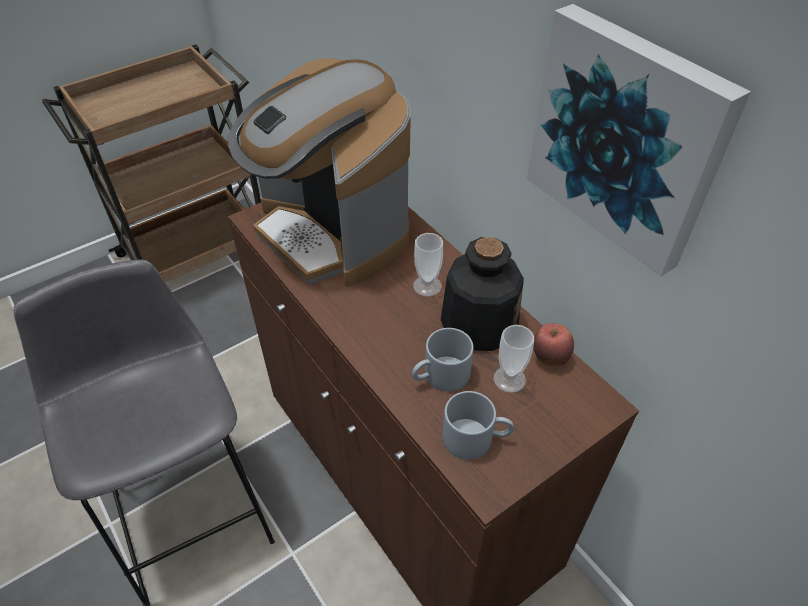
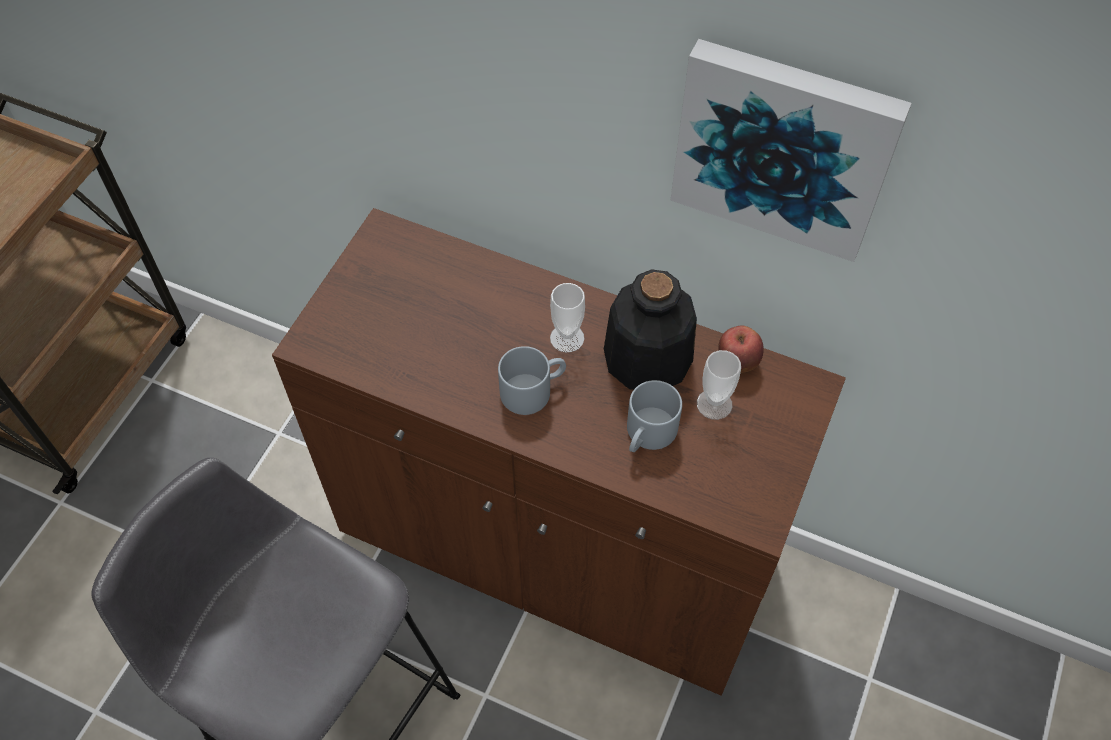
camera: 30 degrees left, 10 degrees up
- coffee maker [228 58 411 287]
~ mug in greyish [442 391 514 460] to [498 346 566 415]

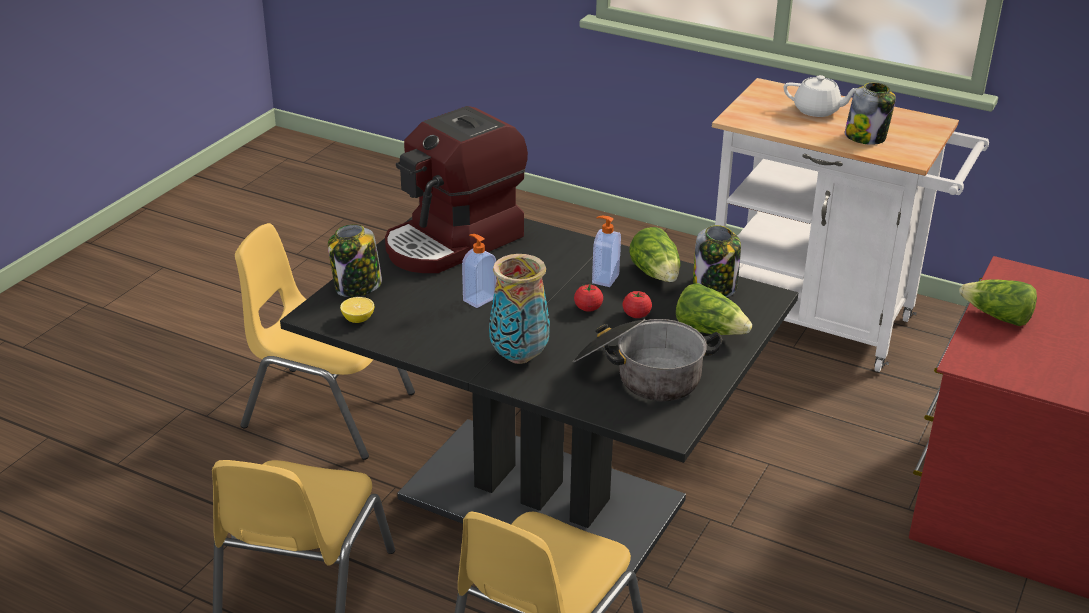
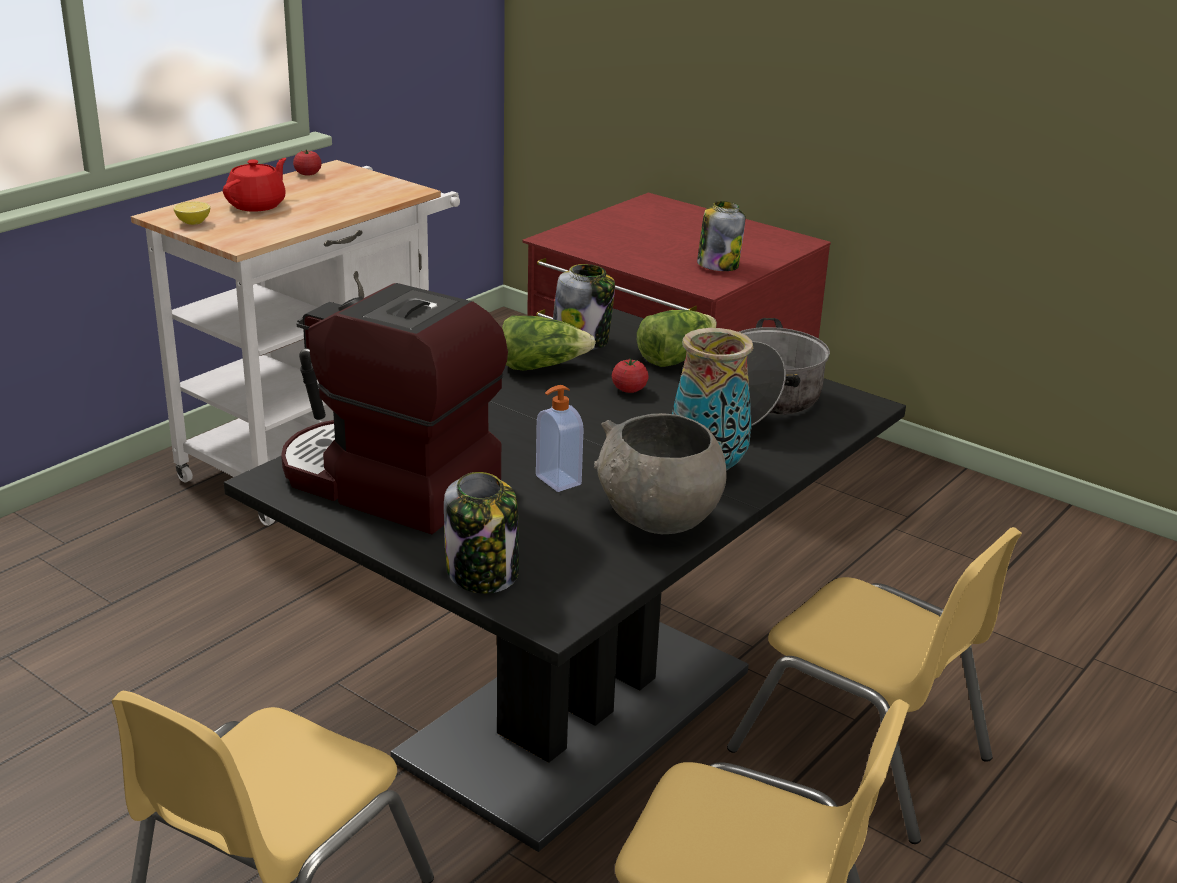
camera: 80 degrees left, 5 degrees down
~ teapot in whitish [784 75 857 117] to teapot in reddish [223 158 287 212]
~ preserve jar [845 83 896 145] to [697 201 745 271]
~ coffee maker [385 106 528 273] = [281 283 508 534] 150 degrees clockwise
- soap dispenser [592 216 621 287]
- head of lettuce [959 279 1037 326]
~ whole tomato [574 283 603 312] to [293 150 322 176]
~ lemon [340 297 374 323] to [173 201 210 225]
+ bowl in greyish [594 413 727 534]

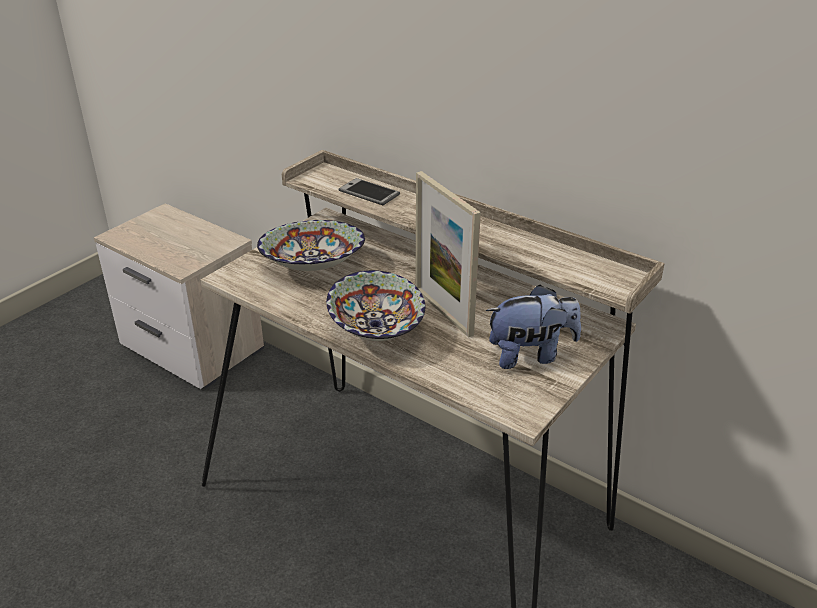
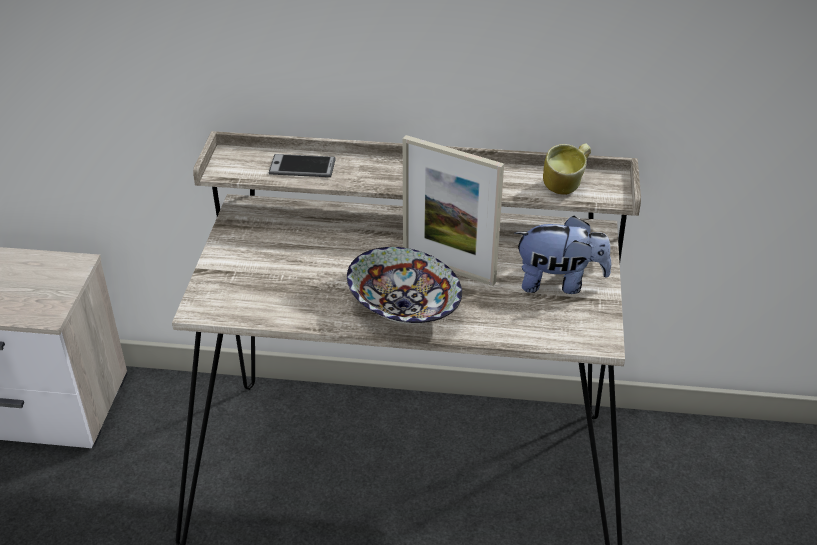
camera: 30 degrees left, 5 degrees up
- bowl [257 220 365 271]
~ soft toy [486 285 581 369] = [515 216 611 294] 45 degrees clockwise
+ mug [543 143 591 195]

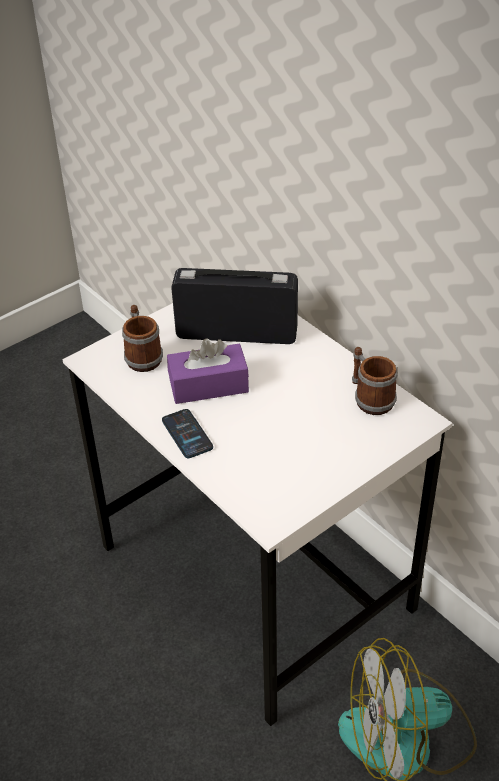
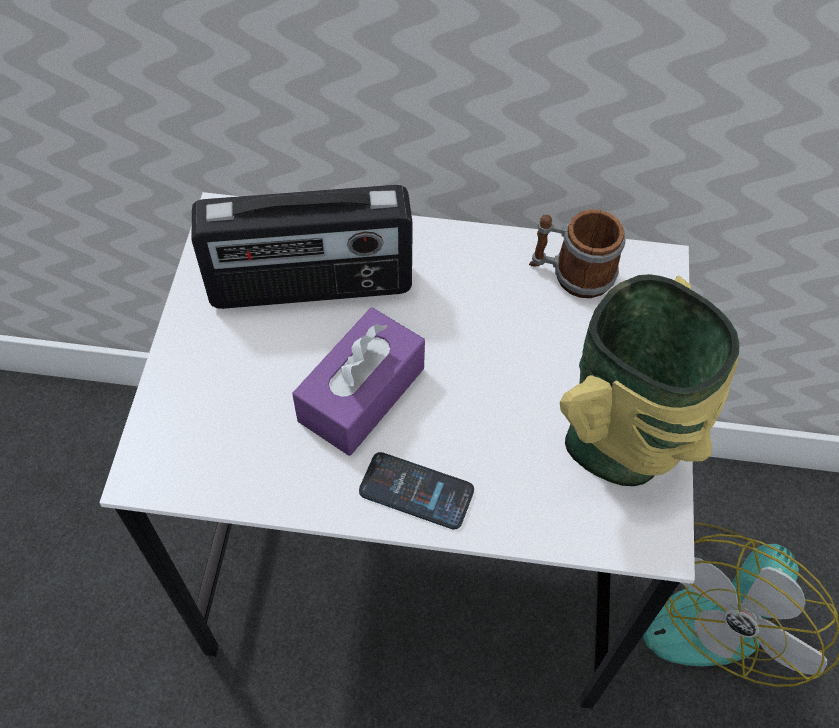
camera: 45 degrees left, 15 degrees up
~ radio [171 268 298 344] = [191 185 413 309] 150 degrees counterclockwise
- mug [122 305 163 372]
+ decorative vase [560 274 740 486]

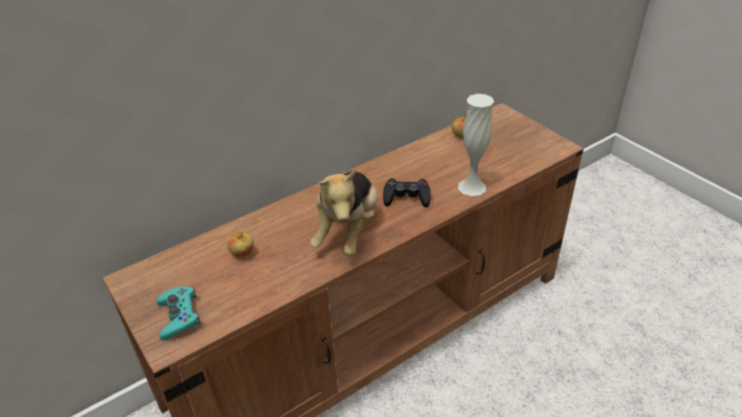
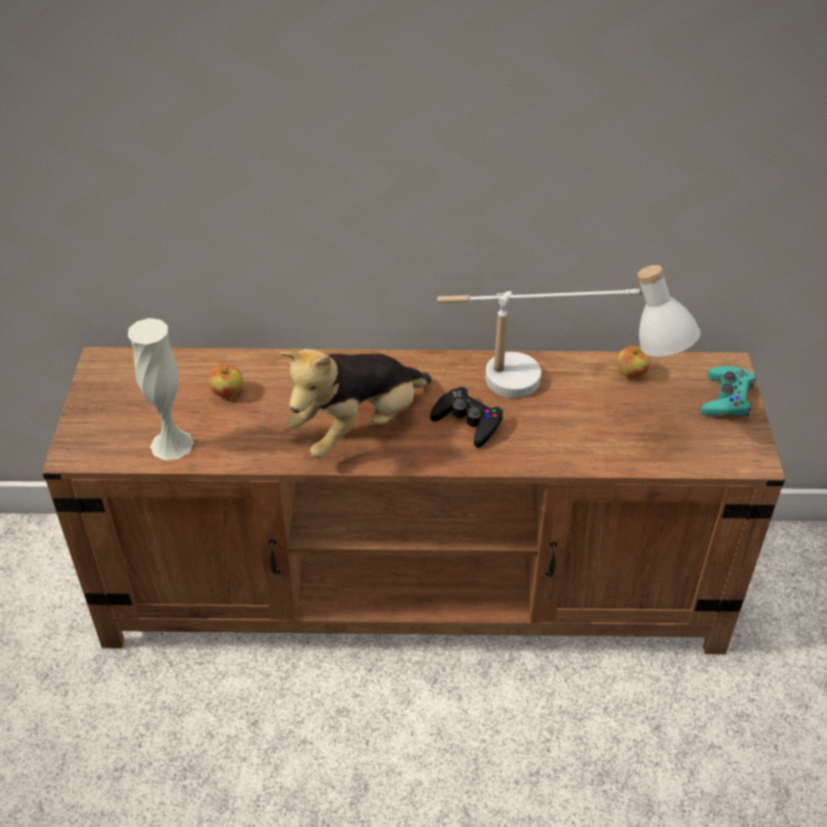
camera: 35 degrees right, 5 degrees up
~ decorative vase in whitish [458 94 494 196] to [128 318 194 460]
~ joypad in blue-green [156 286 201 341] to [701 366 757 417]
+ lamp for a table in whitish [437 265 701 398]

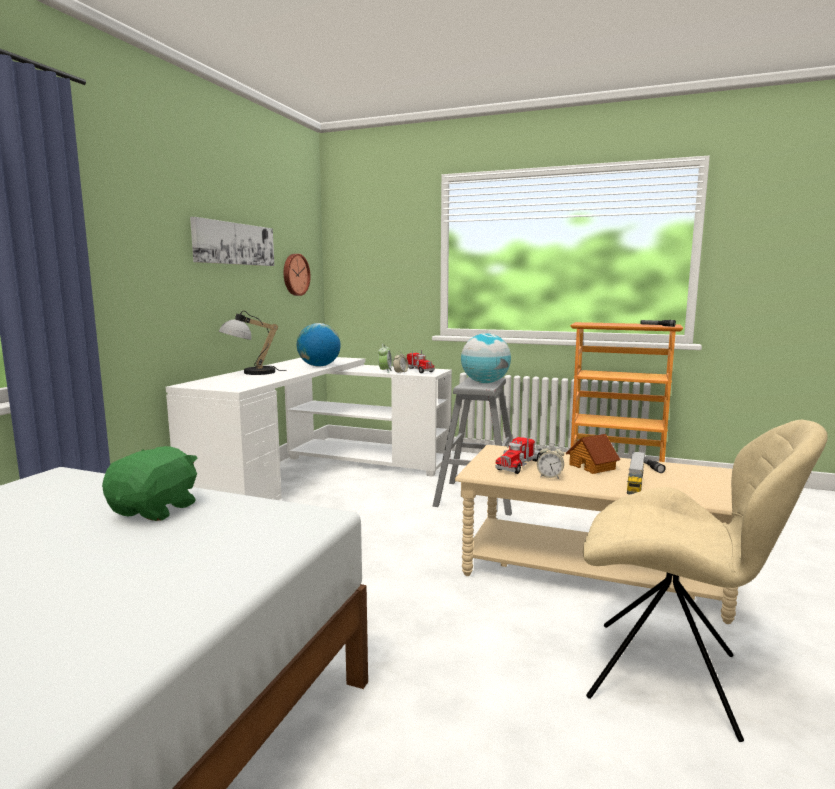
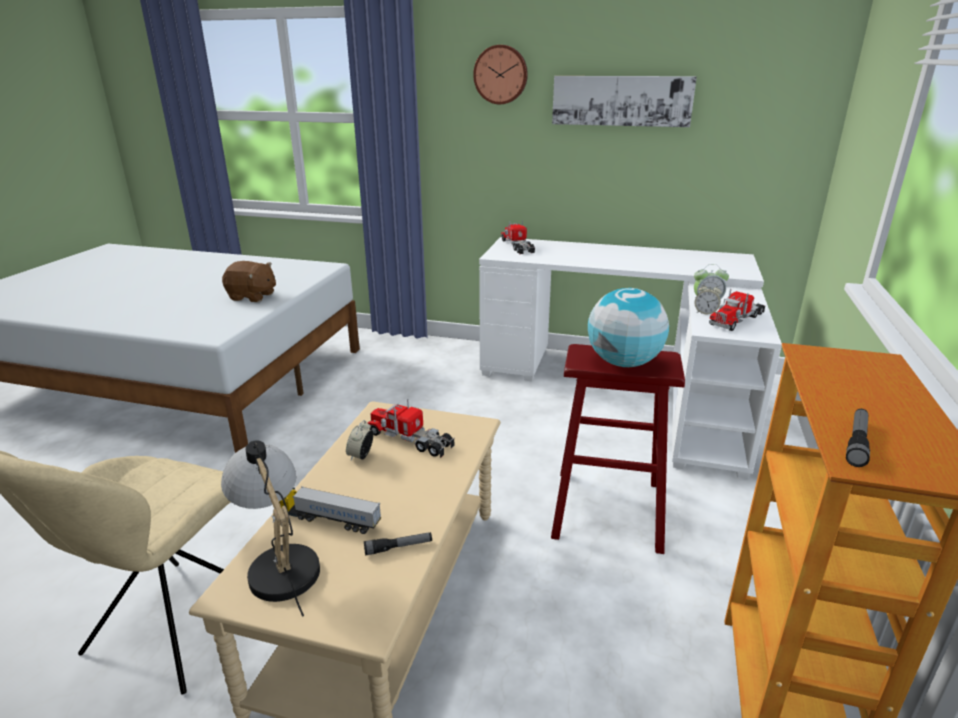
camera: 85 degrees right, 15 degrees up
~ hanging clock [284 254 311 296] to [473 45 528 104]
~ lamp for a table [219 311 287 375] to [221 440 320 616]
- globe [297 323 341 367]
~ stool in greyish [433 377 512 516] to stool in reddish [551 344 685 554]
- toy house [566 434 620 474]
~ soft toy in greenish [102 446 198 521] to soft toy in brown [222 261 276 302]
+ toy truck [501 220 535 254]

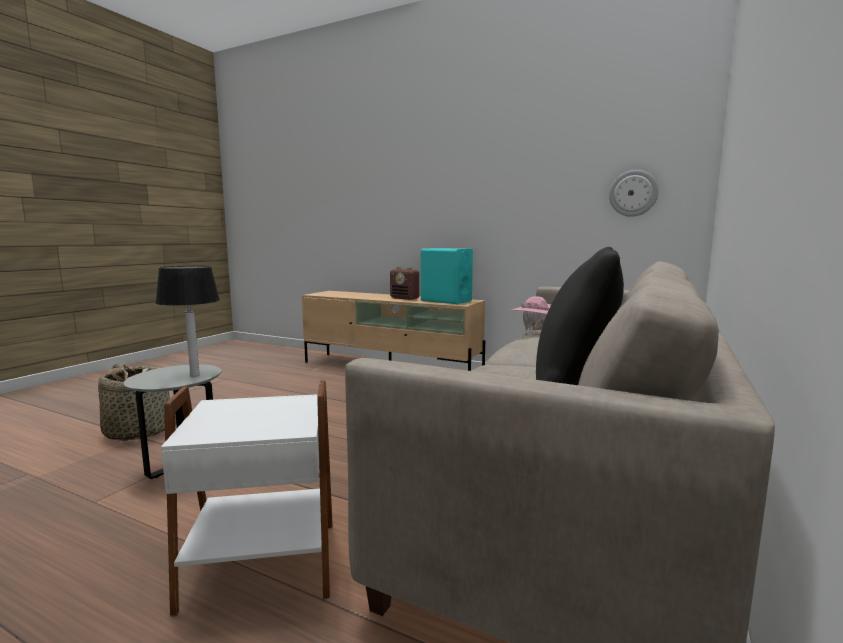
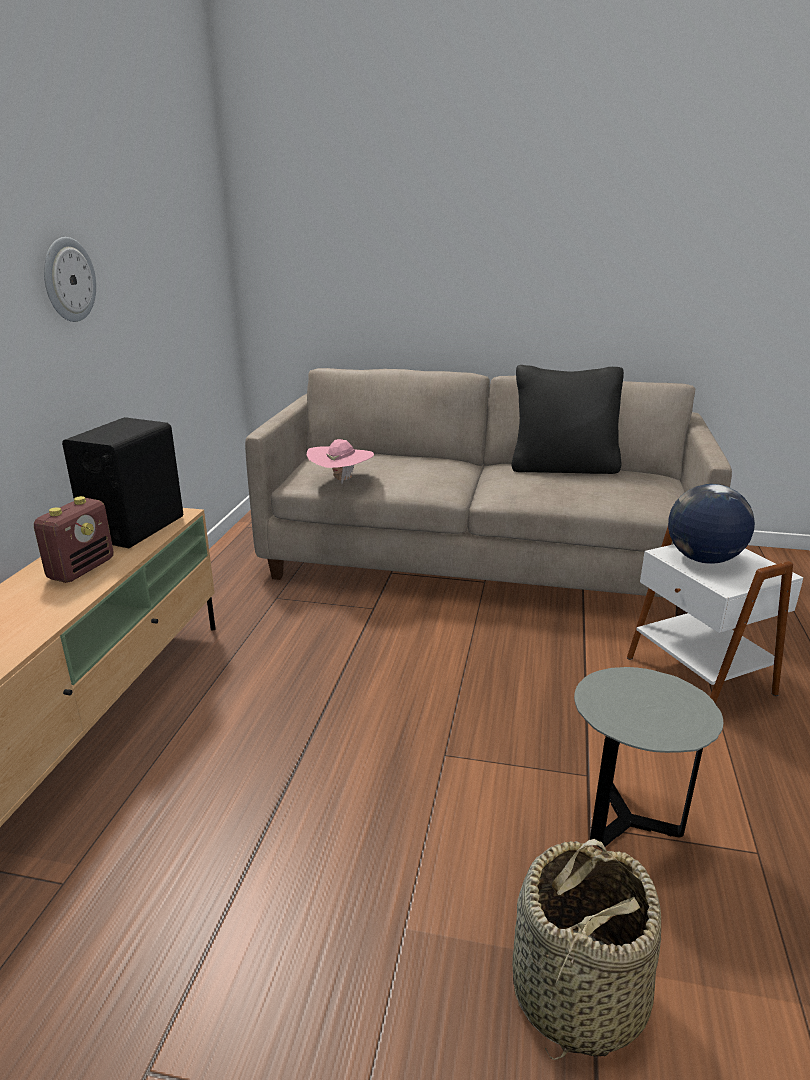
camera: 105 degrees left, 15 degrees up
~ hanging clock [609 170 659 217] to [44 237 96 322]
~ speaker in blue-green [420 248 473 304] to speaker in blackish [62 417 183 548]
- lamp for a table [155 266 220 377]
+ globe [668 484 755 564]

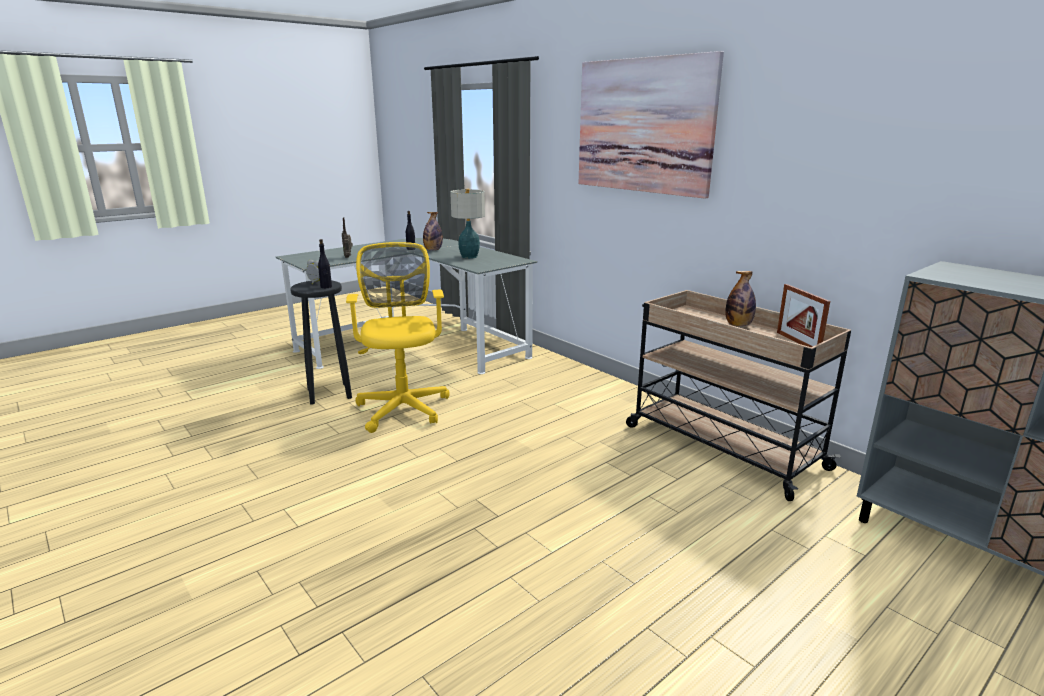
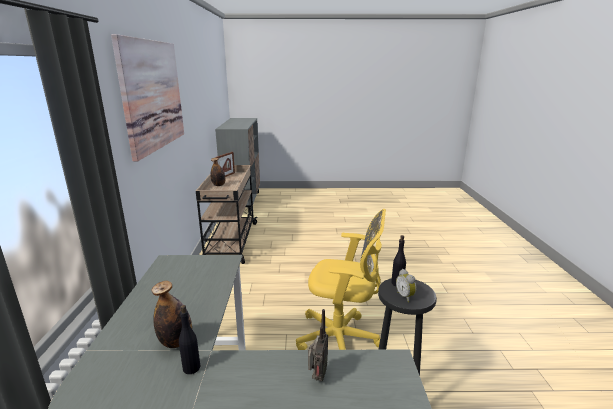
camera: 140 degrees left, 0 degrees up
- lamp for a table [450 189 485 259]
~ office chair in yellowish [346 242 450 433] = [296 209 386 350] 105 degrees counterclockwise

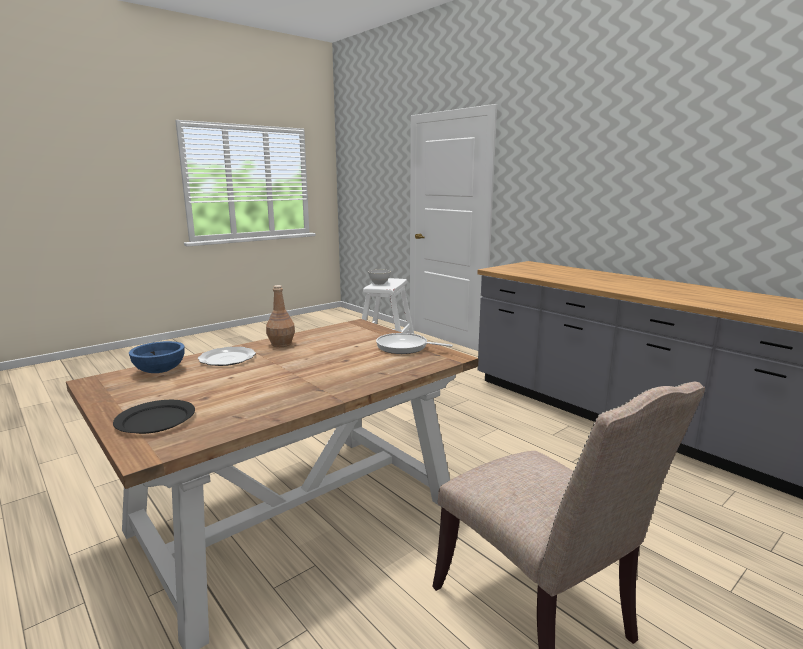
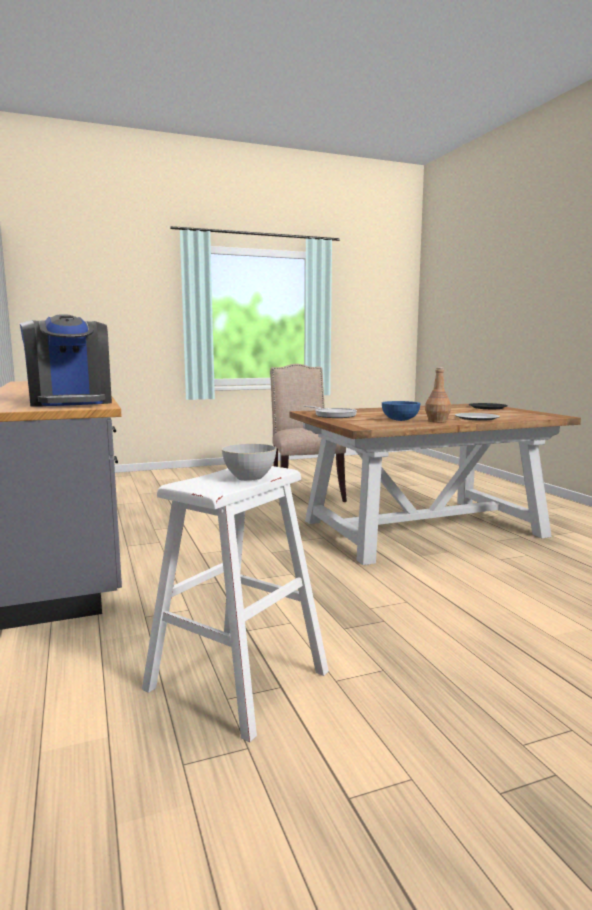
camera: 160 degrees left, 5 degrees down
~ bowl in bluish [129 341 185 373] to [382 401 421 421]
+ coffee maker [20 314 112 407]

